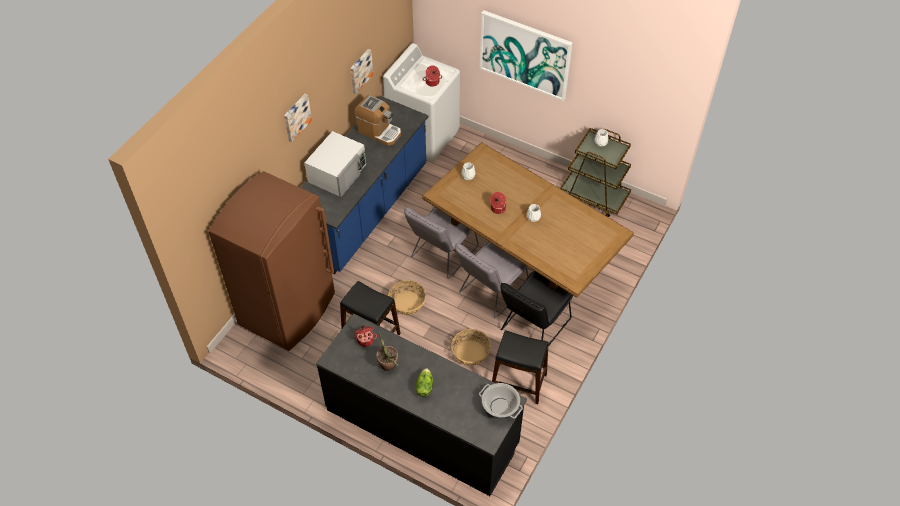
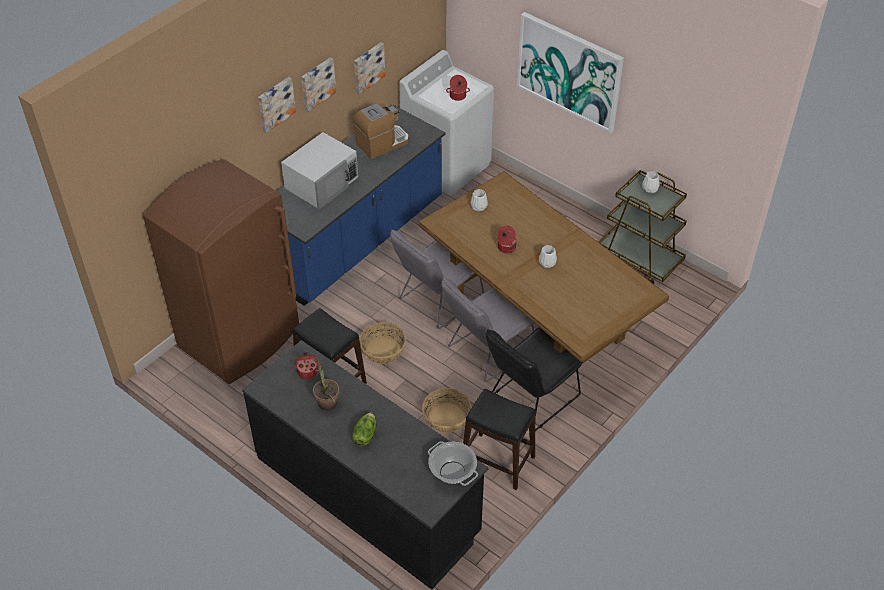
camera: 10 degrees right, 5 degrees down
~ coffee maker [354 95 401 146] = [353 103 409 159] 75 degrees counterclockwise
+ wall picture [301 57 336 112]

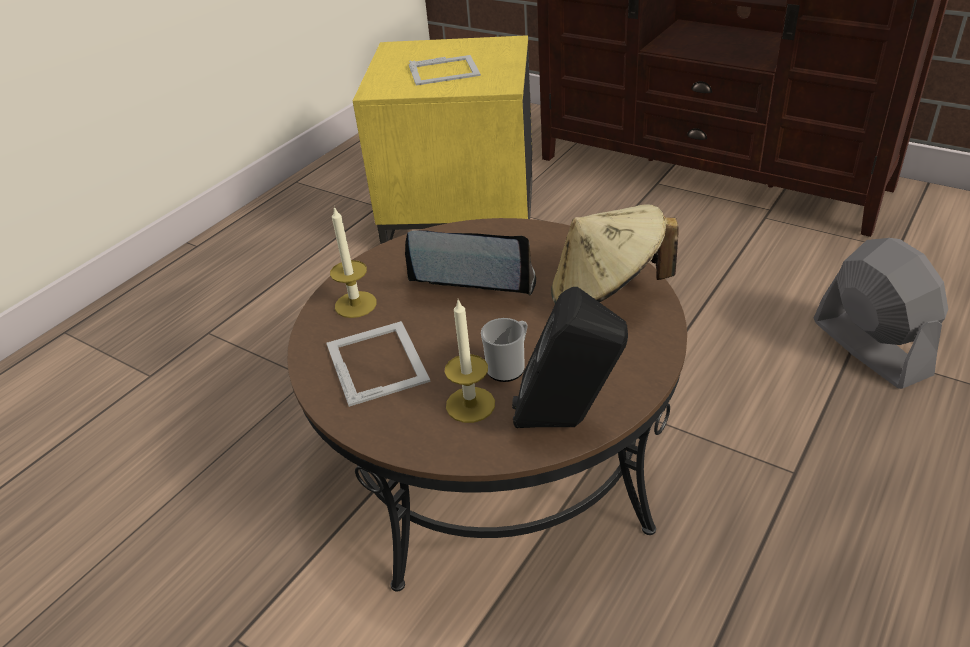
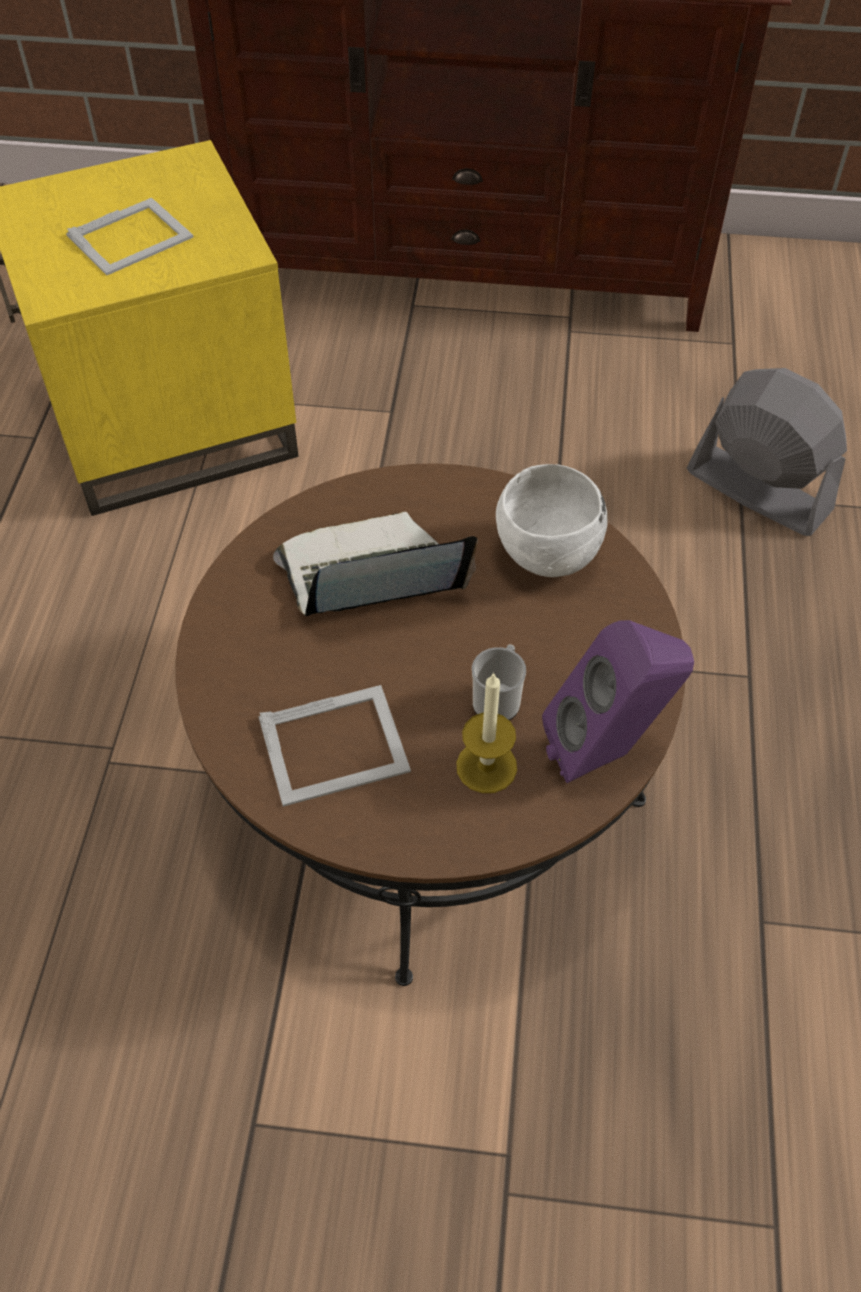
camera: 30 degrees left, 15 degrees up
~ wearable hat in sand-coloured [551 204 679 304] to bowl in whitish [496 464 608 577]
- candle [330 206 377 318]
~ speaker in blackish [512 287 628 428] to speaker in purplish [542 620 694 783]
~ standing frame [326 321 430 407] = [258 685 411 807] 120 degrees clockwise

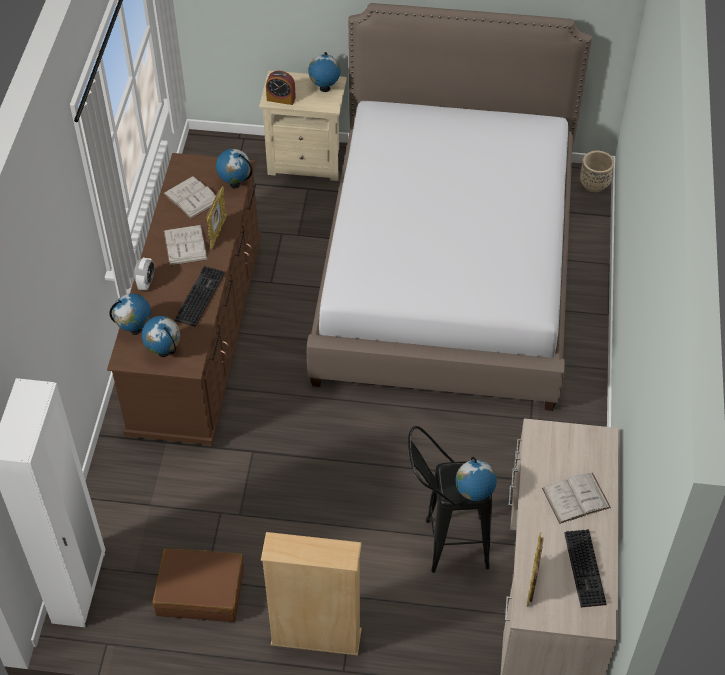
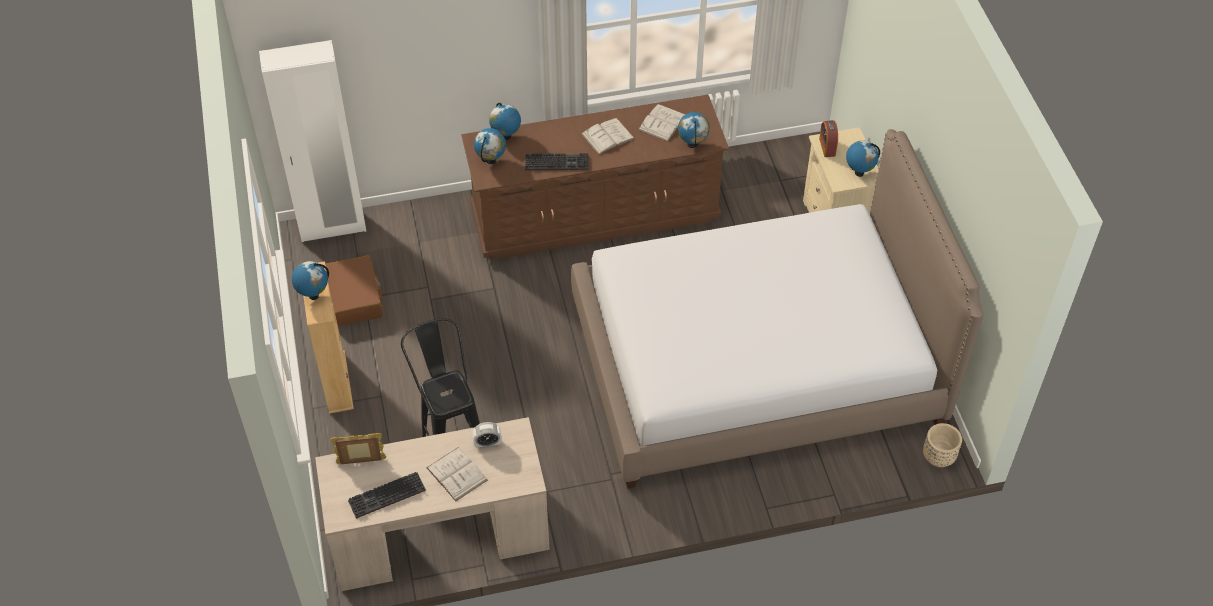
camera: 70 degrees right, 0 degrees up
- standing frame [206 186 227 250]
~ table clock [134 258 154 291] to [473 422 502 448]
~ globe [456 457 497 502] to [292 261 329 300]

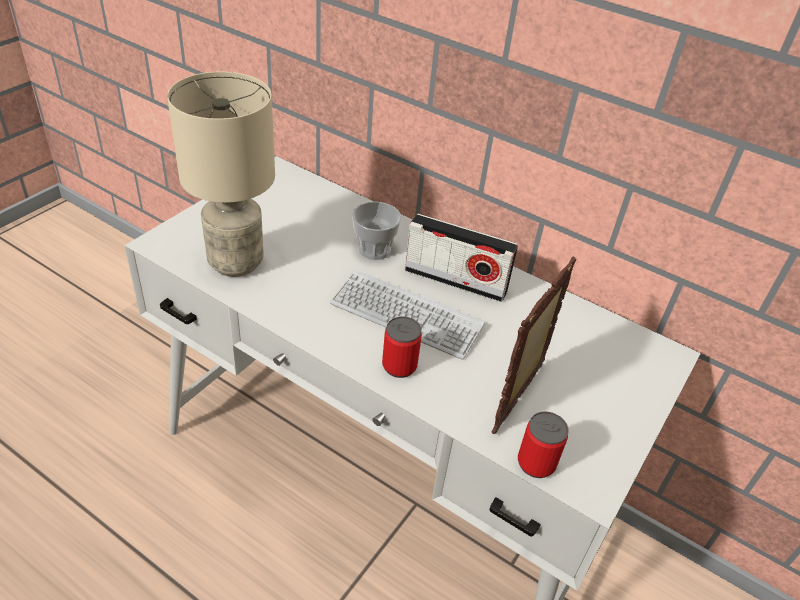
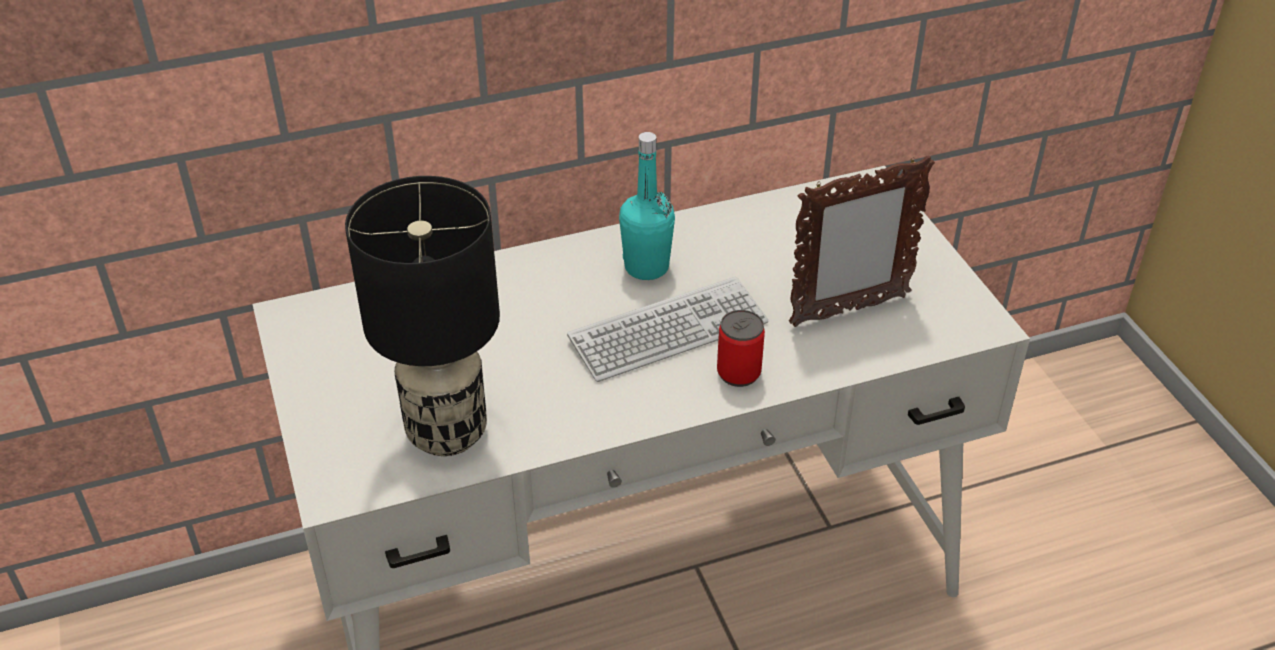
camera: 50 degrees left, 0 degrees up
~ lamp for a table in sand-coloured [167 72 275 277] to lamp for a table in blackish [345 176 500 456]
- cup [352 201 402 260]
~ radio [405 214 518 302] to bottle in blue-green [619 132 675 280]
~ standing frame [491 256 576 434] = [789 155 935 327] 90 degrees counterclockwise
- metal can [518 411 569 478]

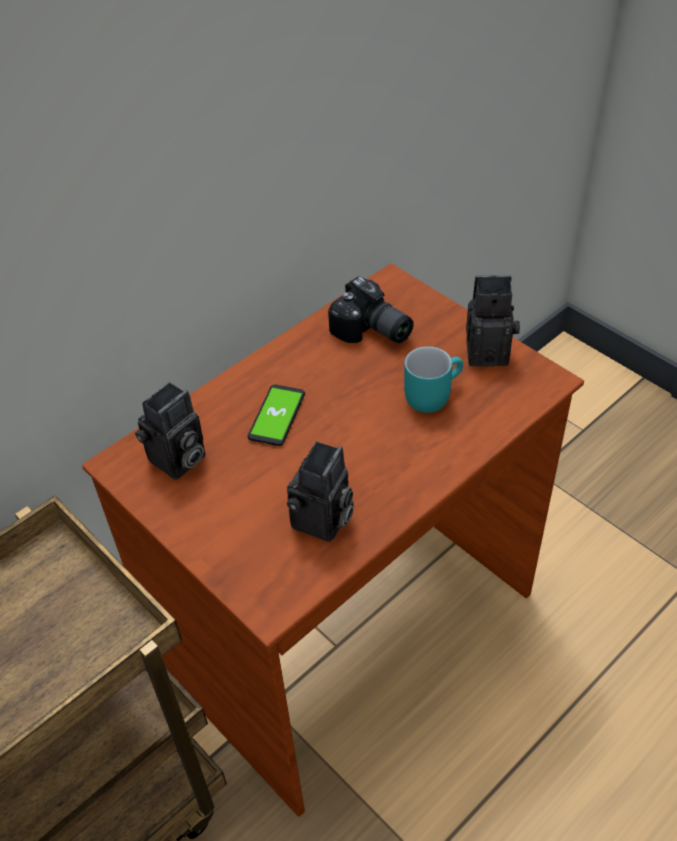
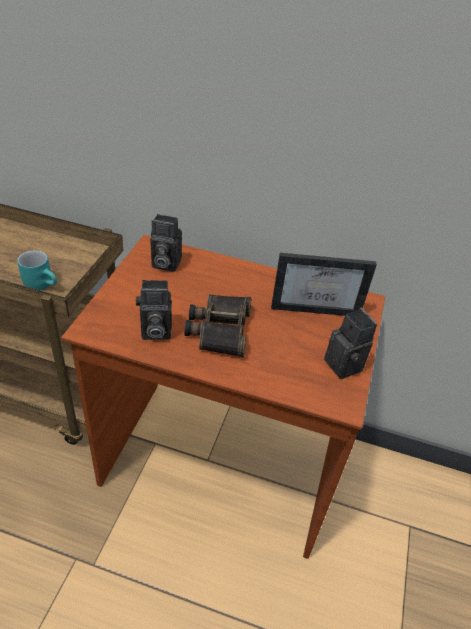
camera: 55 degrees right, 5 degrees down
~ still camera [328 276 414 343] to standing frame [271 253 377 316]
~ mug in blue-green [404 346 463 413] to [17 250 57 291]
- handset [248 385 305 446]
+ pair of binoculars [184 294 252 357]

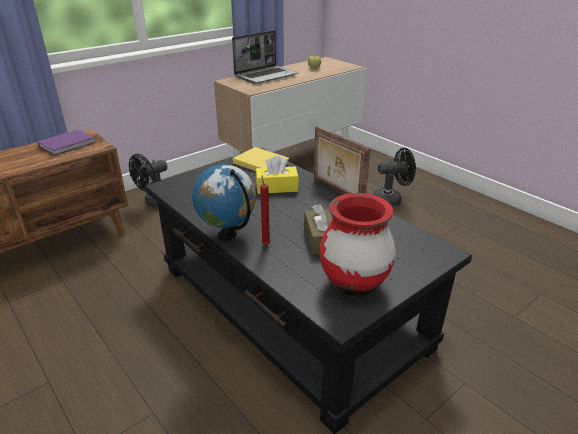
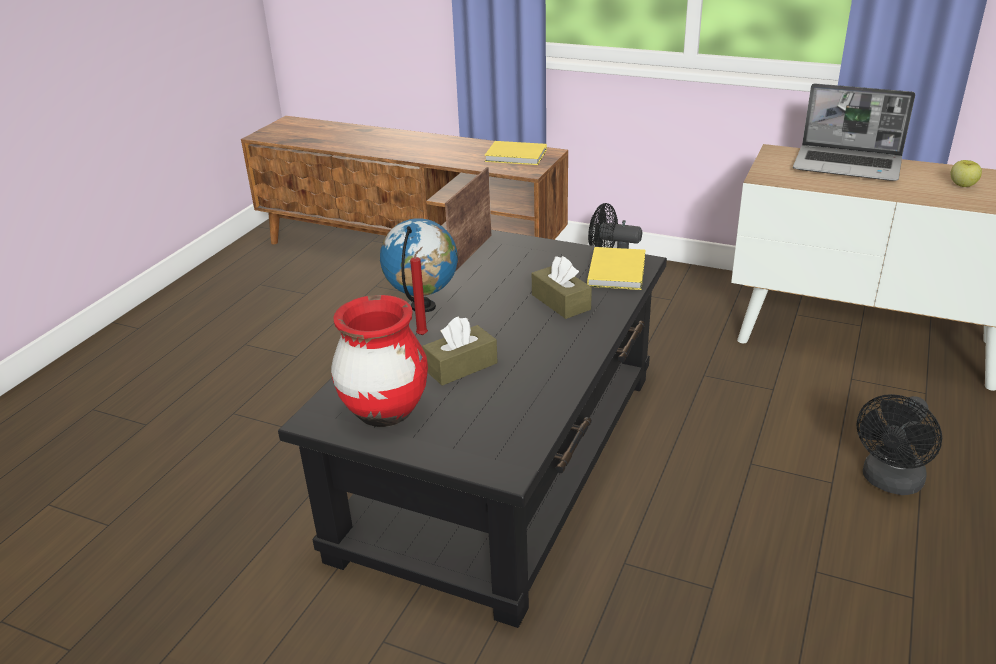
camera: 65 degrees right, 0 degrees up
~ standing frame [314 126 371 194] to [445 167 491 272]
~ volume in purplish [37 130 96 156] to volume in yellowish [484 141 547 165]
~ electric fan in blackish [373 148 416 206] = [856 394 942 495] 75 degrees clockwise
~ box of tissues in yellowish [256 155 299 194] to box of tissues in brown [532 256 592 319]

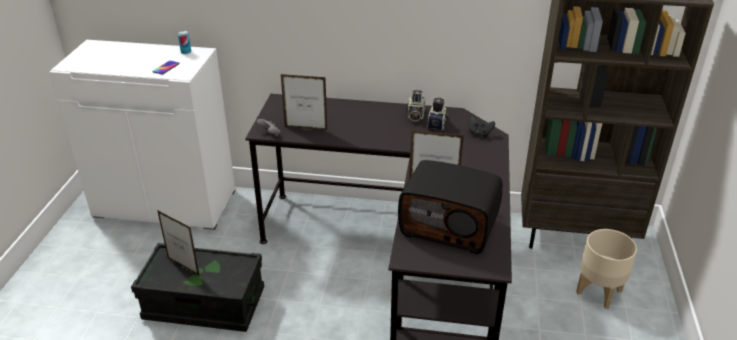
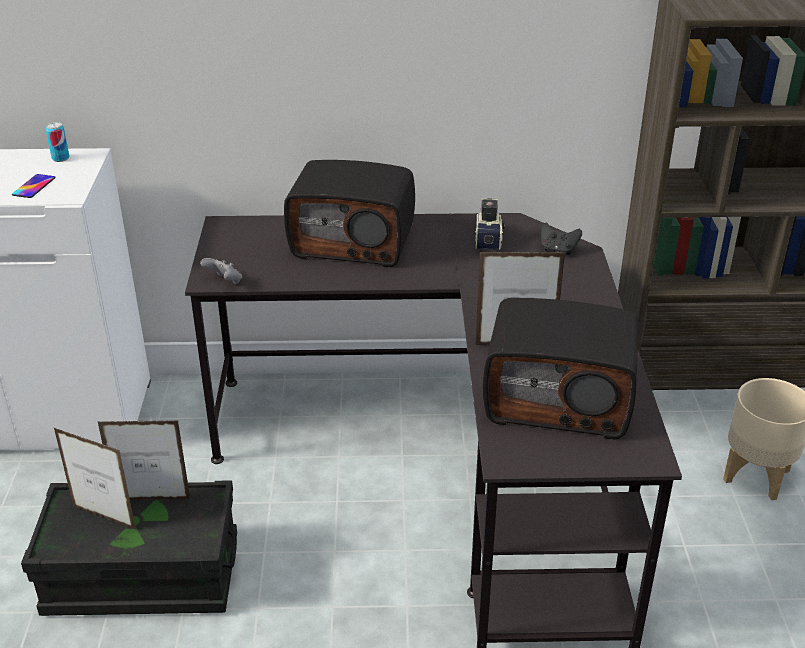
camera: 10 degrees left, 0 degrees up
~ standing frame [281 74 327 130] to [98 420 191 500]
- still camera [406 90 425 121]
+ radio [284 160 415 267]

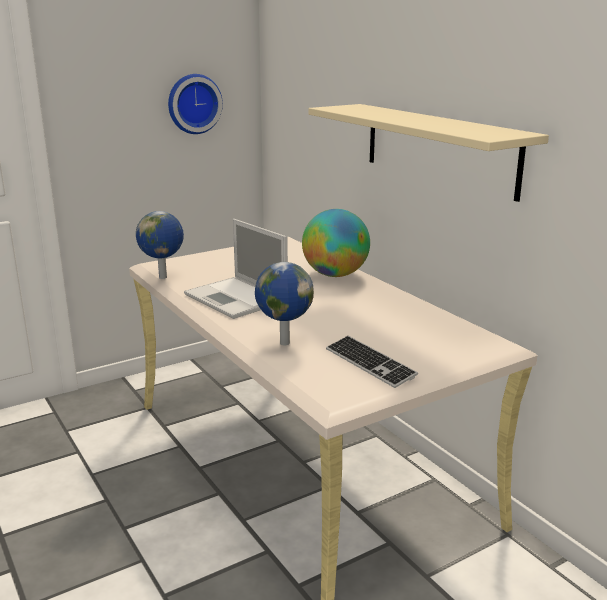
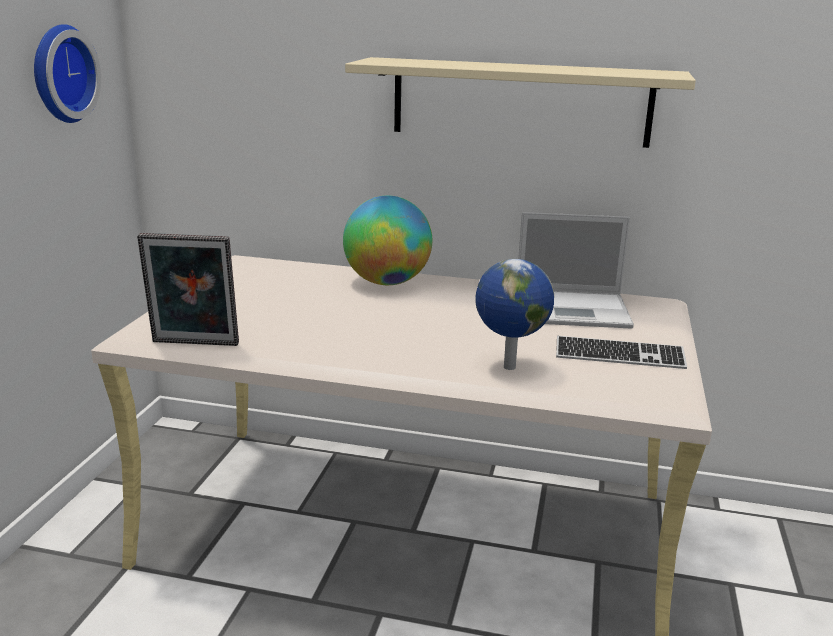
camera: 45 degrees left, 0 degrees up
~ globe [136 211 184 279] to standing frame [137 233 239 346]
~ laptop [184 219 288 319] to [518 212 634 329]

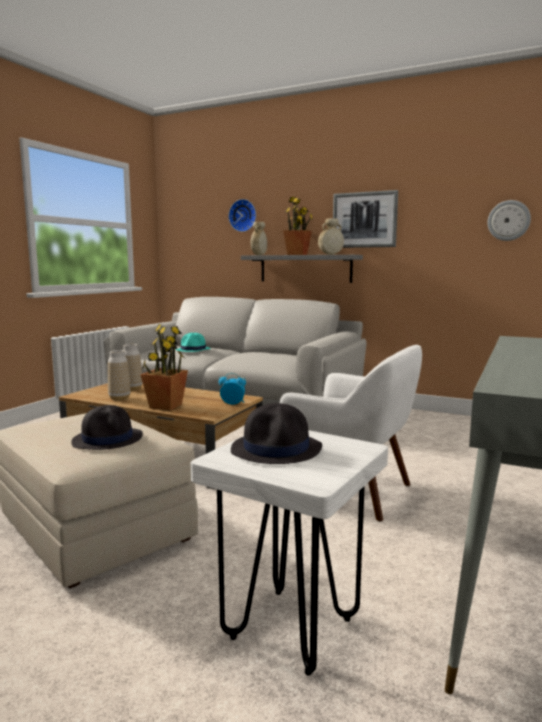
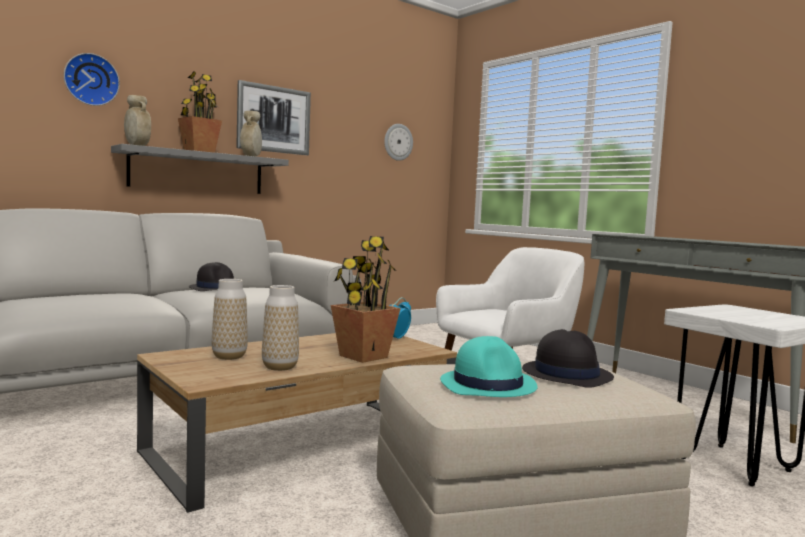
camera: 65 degrees left, 5 degrees down
~ wearable hat in blue-green [176 333 211 352] to [440 336 538 397]
~ wearable hat in blackish [231 403 322 464] to [189 262 234 291]

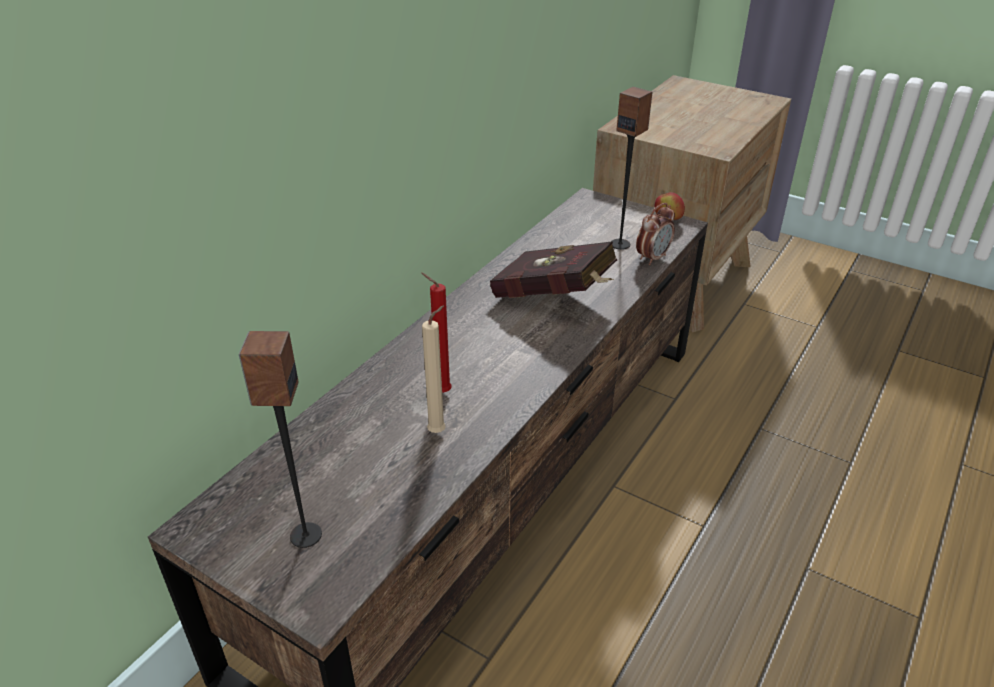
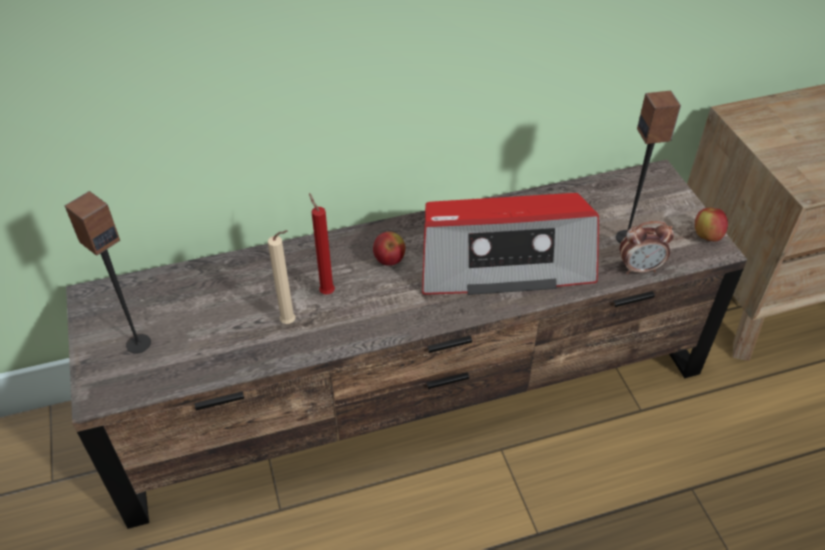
camera: 40 degrees right, 10 degrees up
~ volume in reddish [490 241 617 298] to radio [422 193 599 295]
+ whole apple [373 232 405 266]

